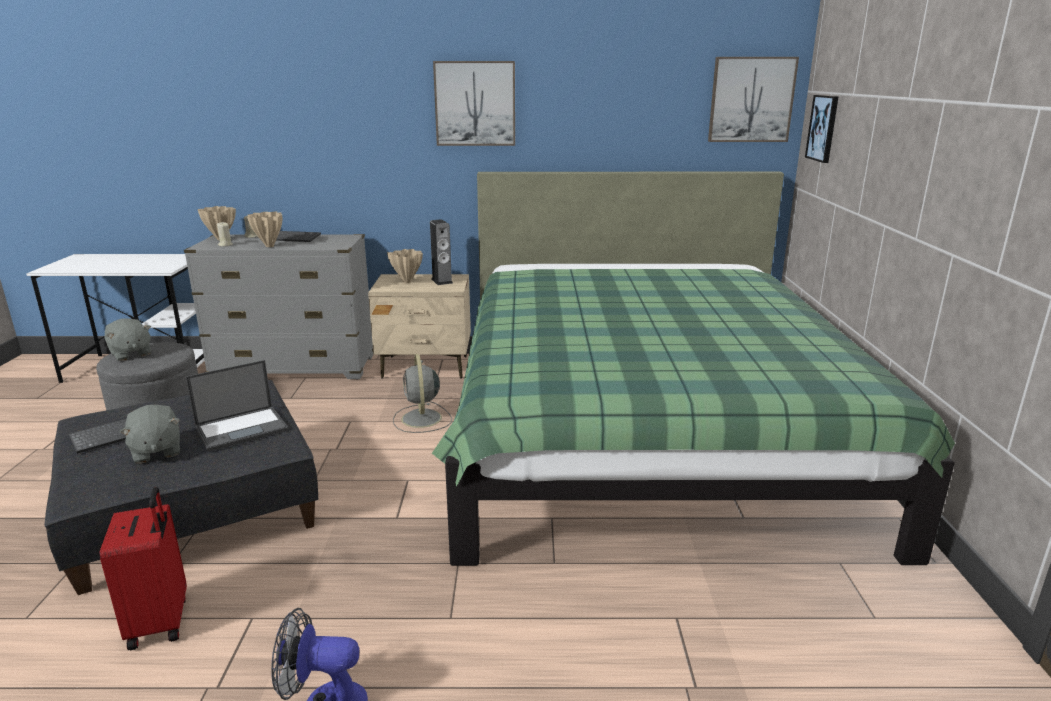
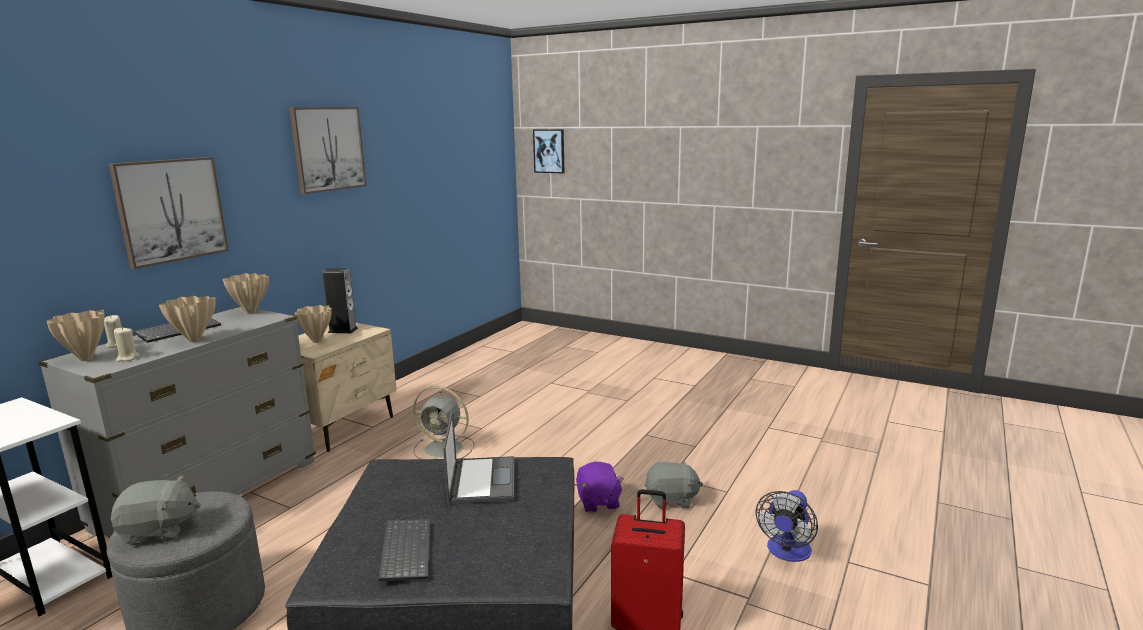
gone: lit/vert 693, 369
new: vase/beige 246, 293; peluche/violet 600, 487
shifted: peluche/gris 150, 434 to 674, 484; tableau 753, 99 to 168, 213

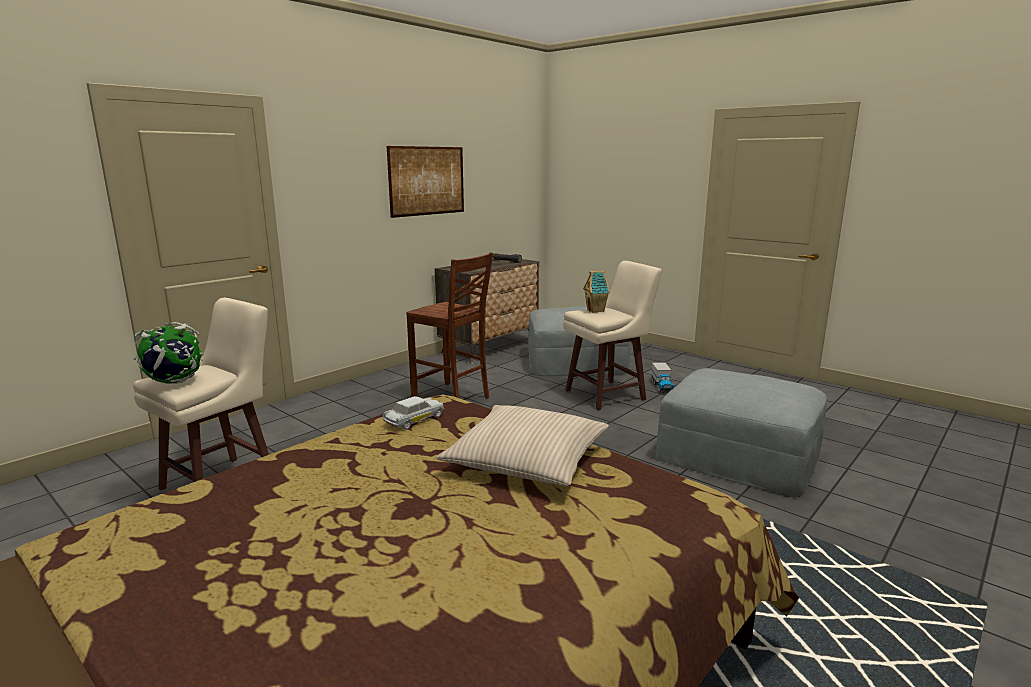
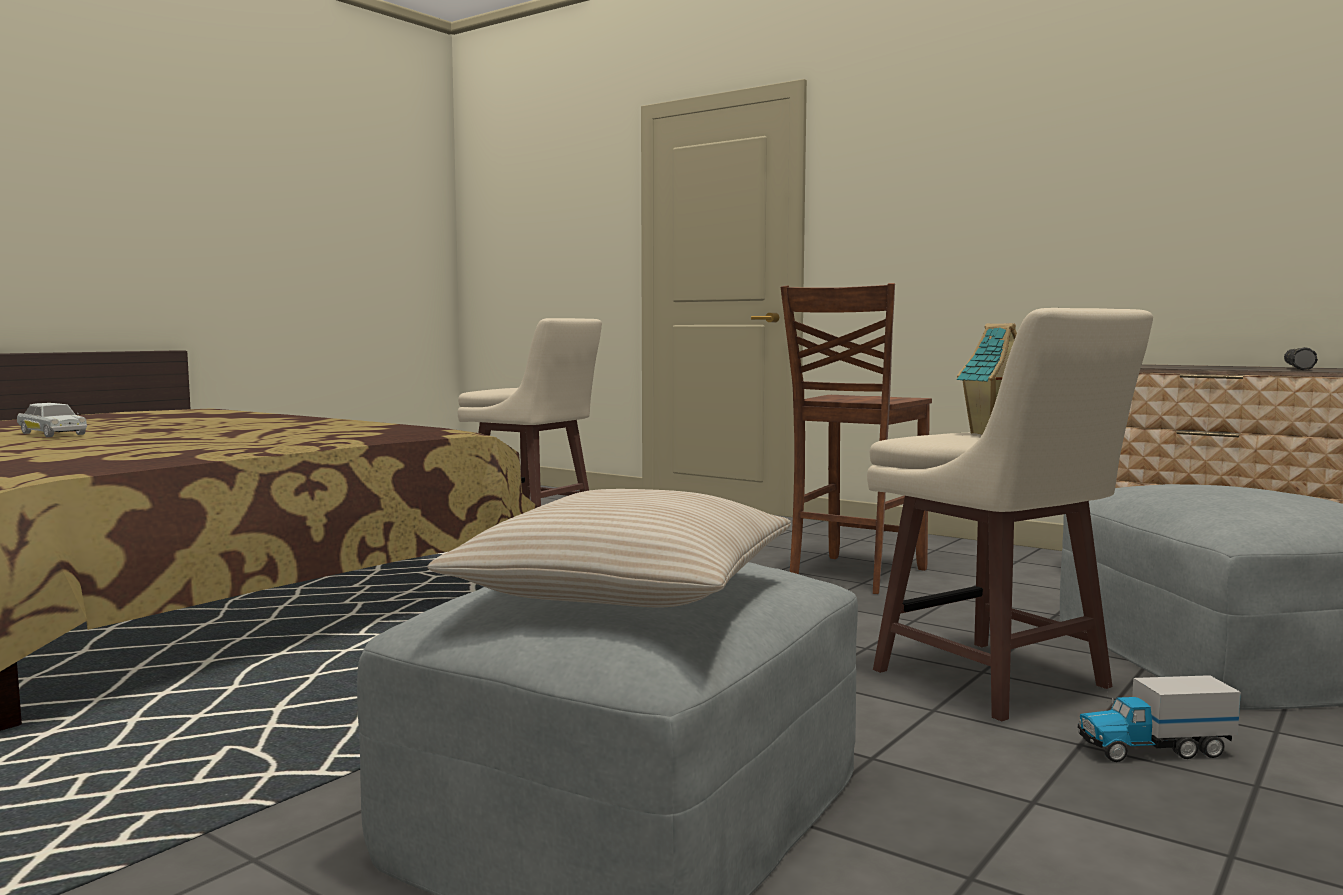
gone: globe 168, 353; tableau 425, 182
shifted: petite voiture/blanc 414, 413 to 52, 420; coussin/beige 522, 445 to 609, 548

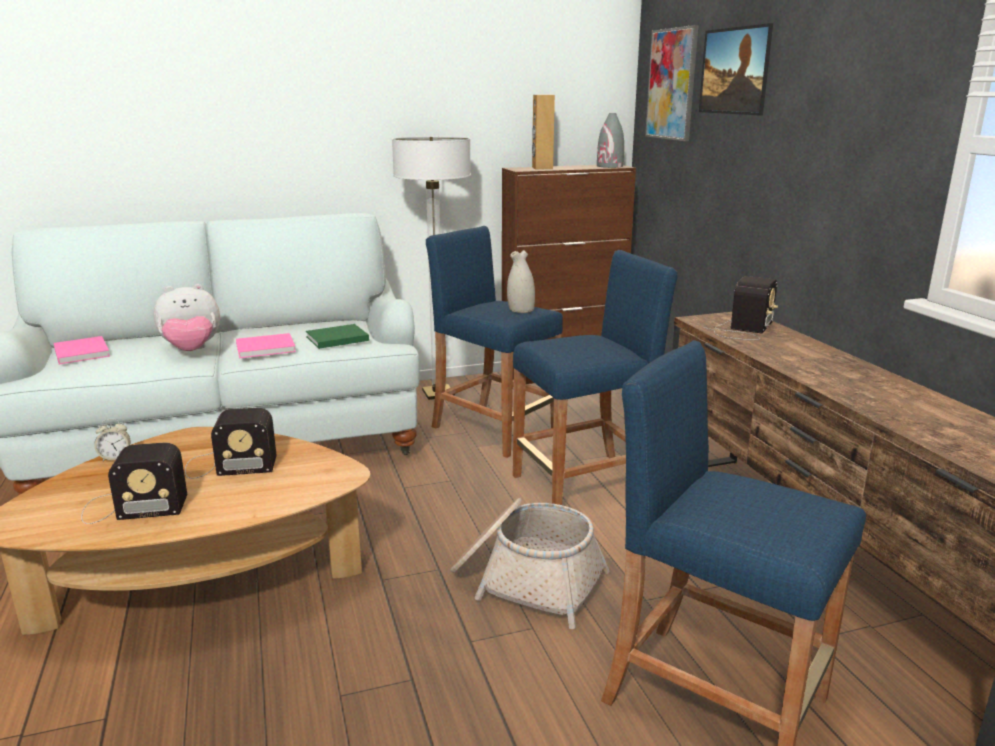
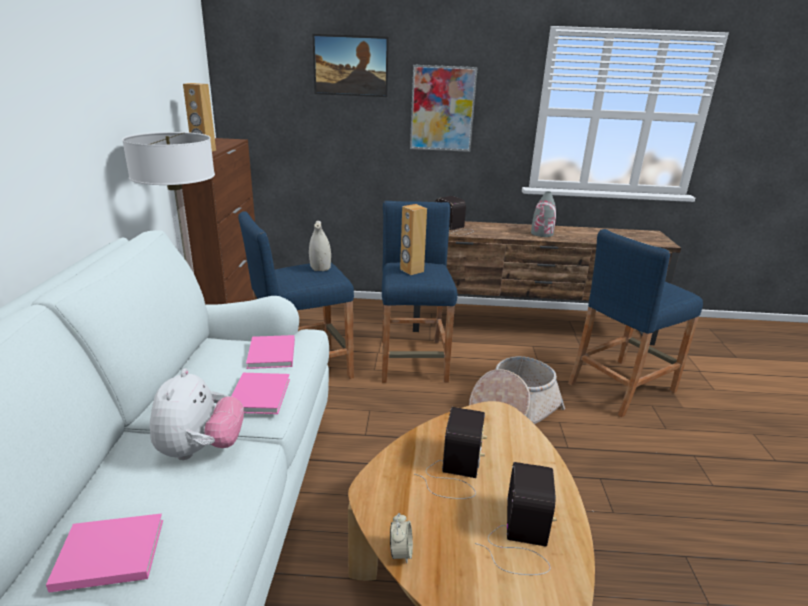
new: enceinte/marron 413, 239
shifted: vase/gris 610, 140 to 543, 214; tableau 672, 83 to 444, 108
repainted: livre/vert 337, 336 to livre/rose 270, 352

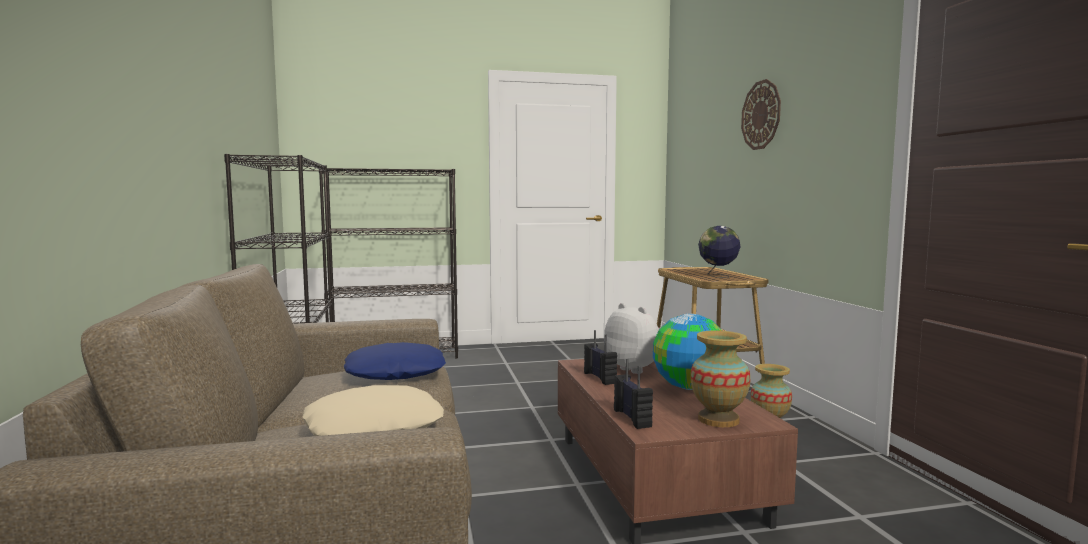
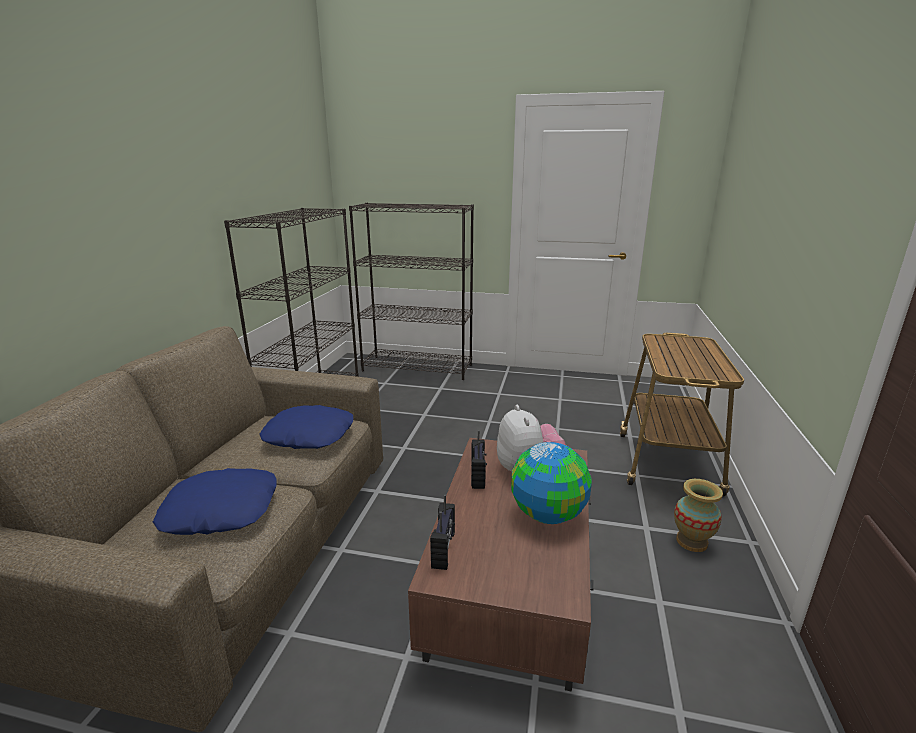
gone: vase 721, 378; globe 719, 252; horloge murale 761, 114
repainted: coussin/beige 373, 410 to coussin/bleu 215, 501

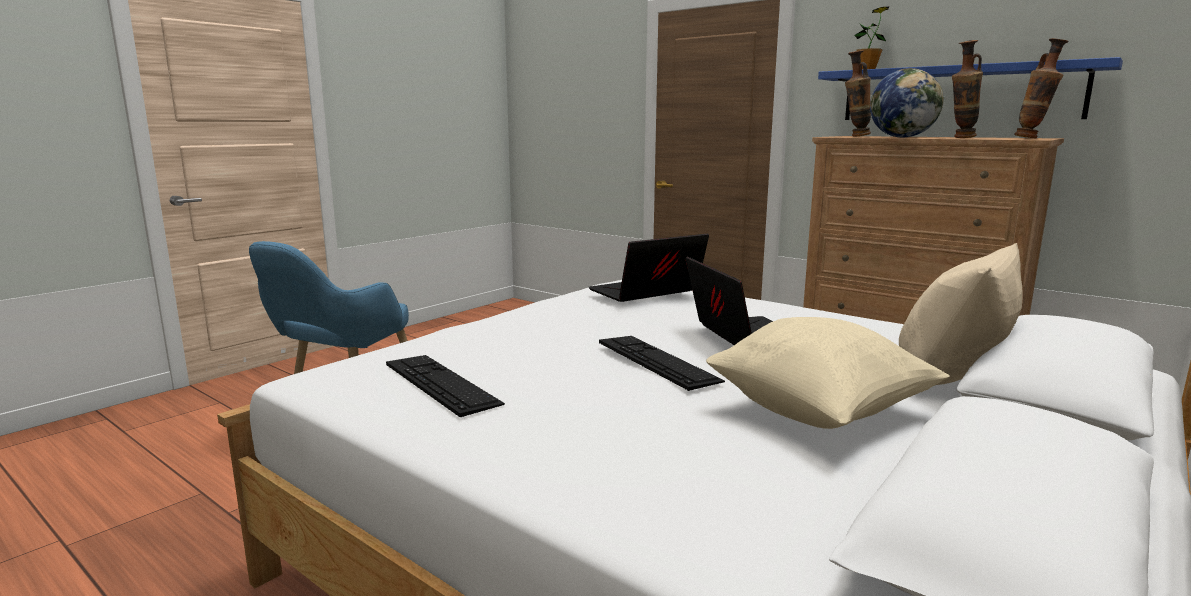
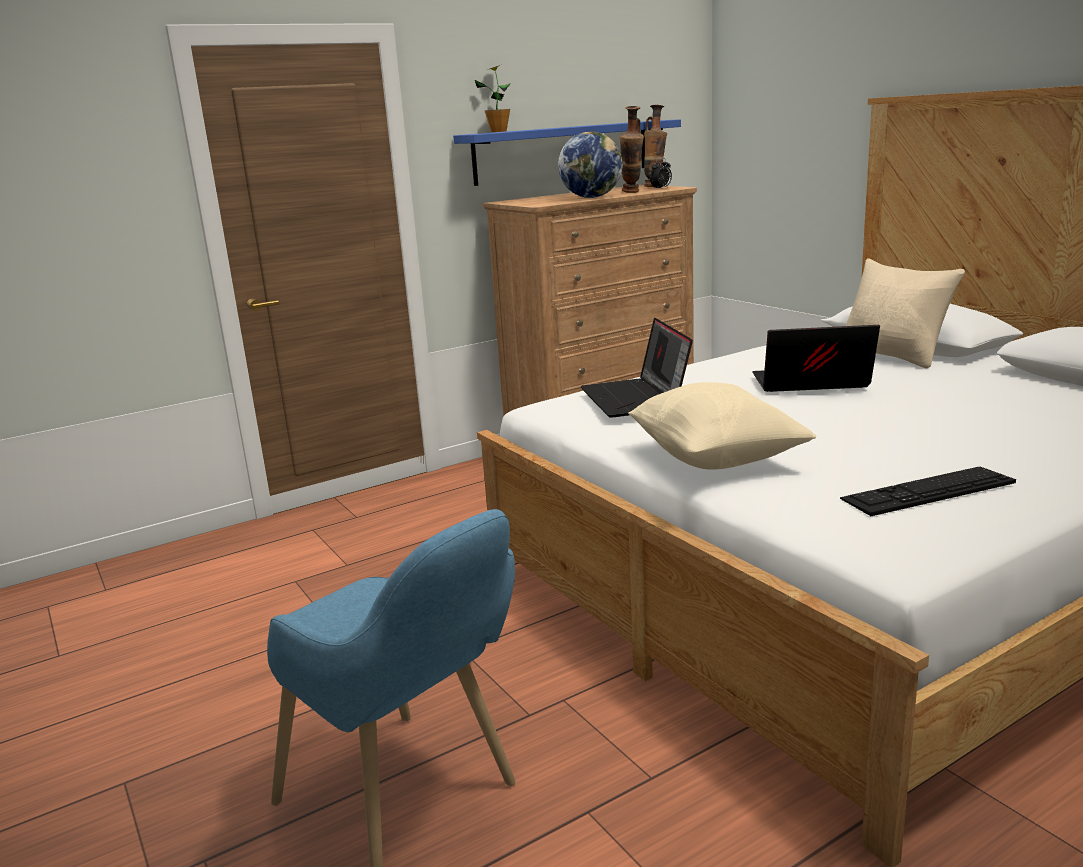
gone: clavier 662, 363; vase 858, 93
new: réveil 661, 173
shifted: coussin/beige 828, 373 to 722, 426

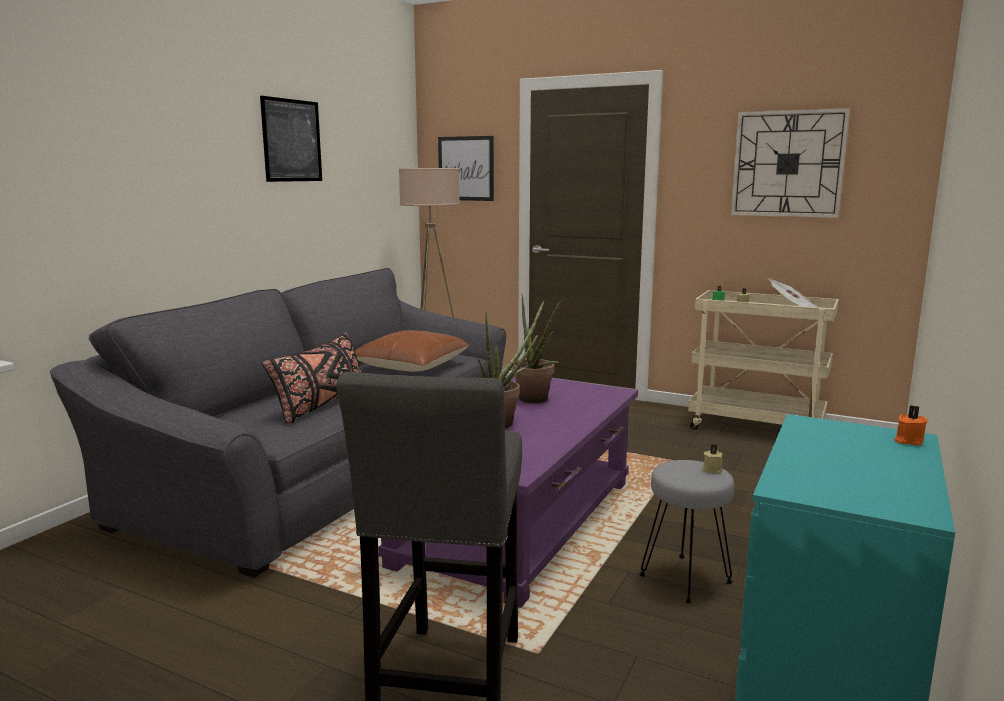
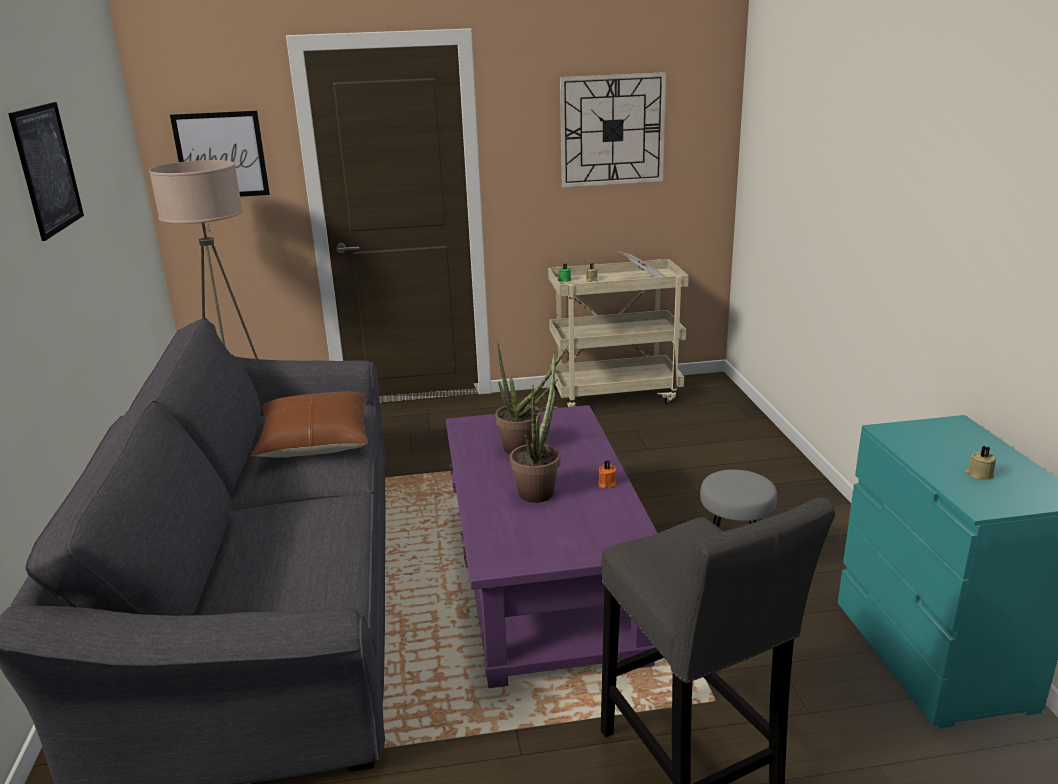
gone: coussin/noir 312, 378
shifted: bougie/beige 712, 459 to 981, 463; bougie/orange 911, 425 to 607, 474

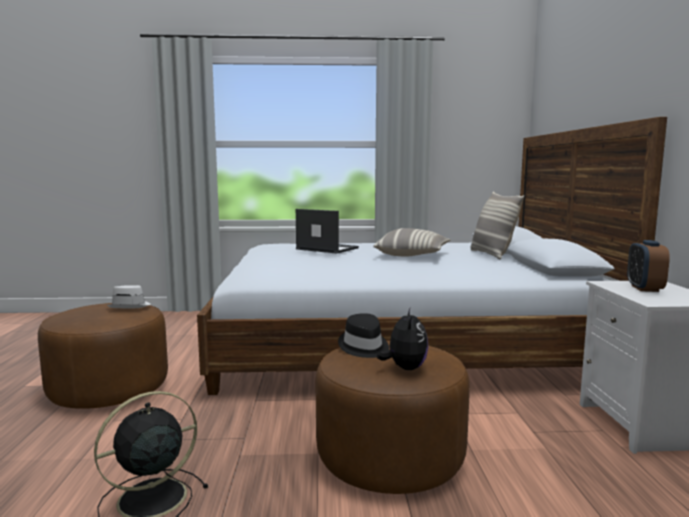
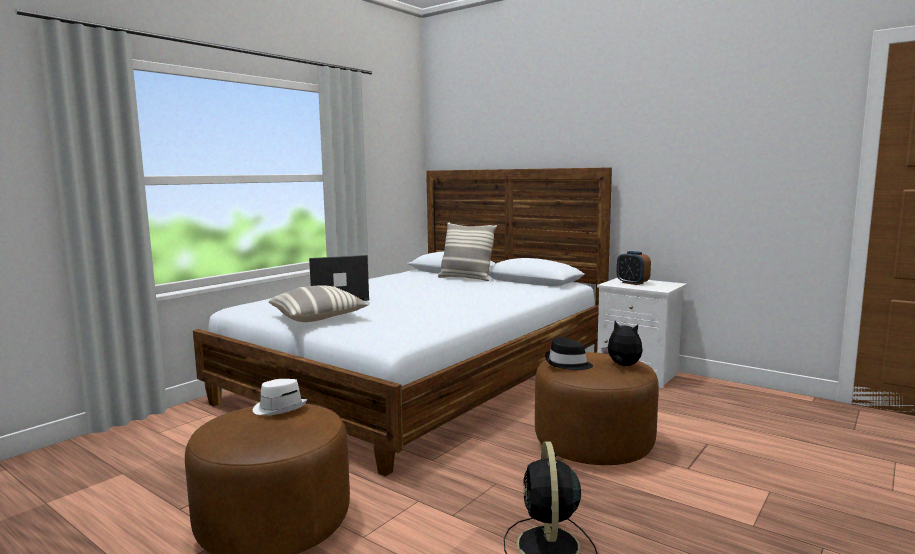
shifted: coussin 411, 242 to 319, 303

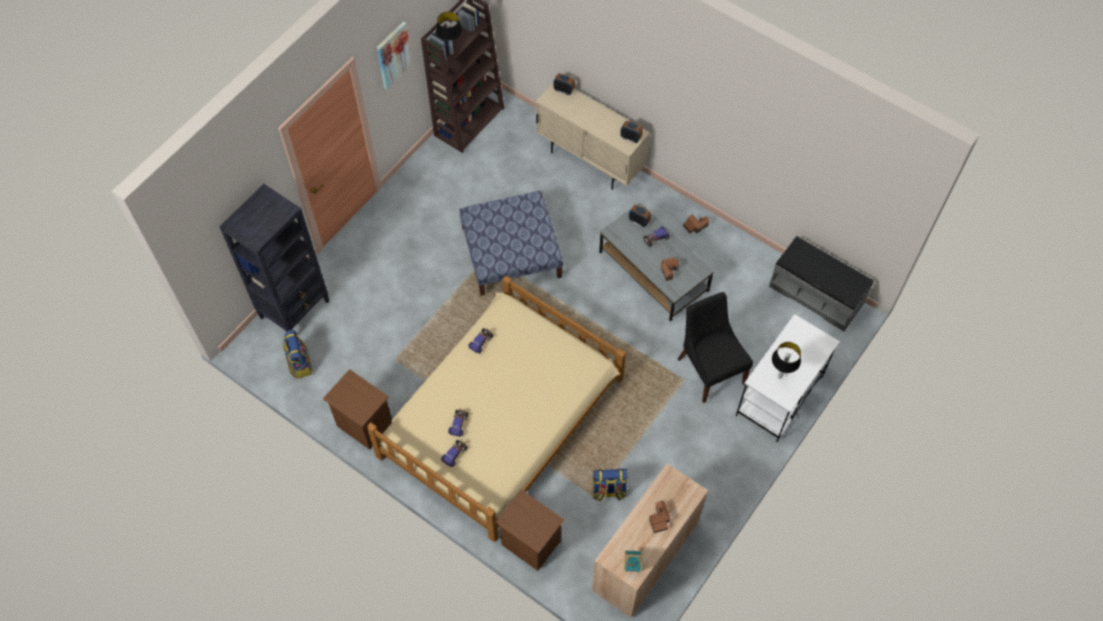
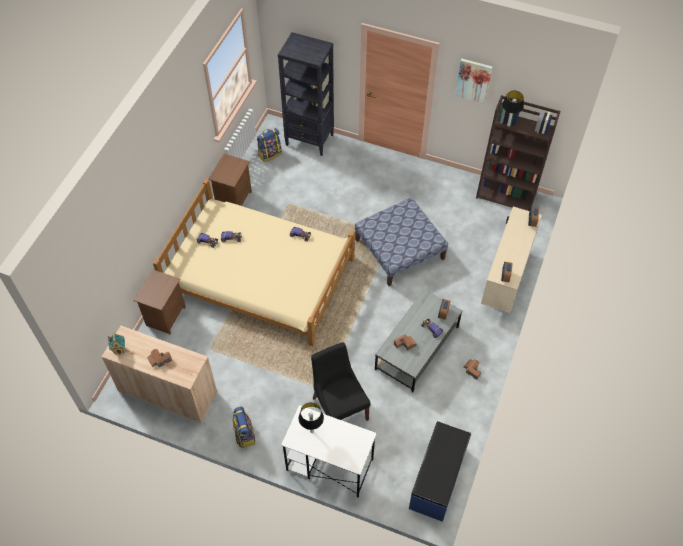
shifted: sac à dos 610, 485 to 244, 427
repainted: banc/gris 821, 284 to banc/bleu 440, 471
rotated: chaise/noir 715, 347 = 341, 381 75 degrees counterclockwise

